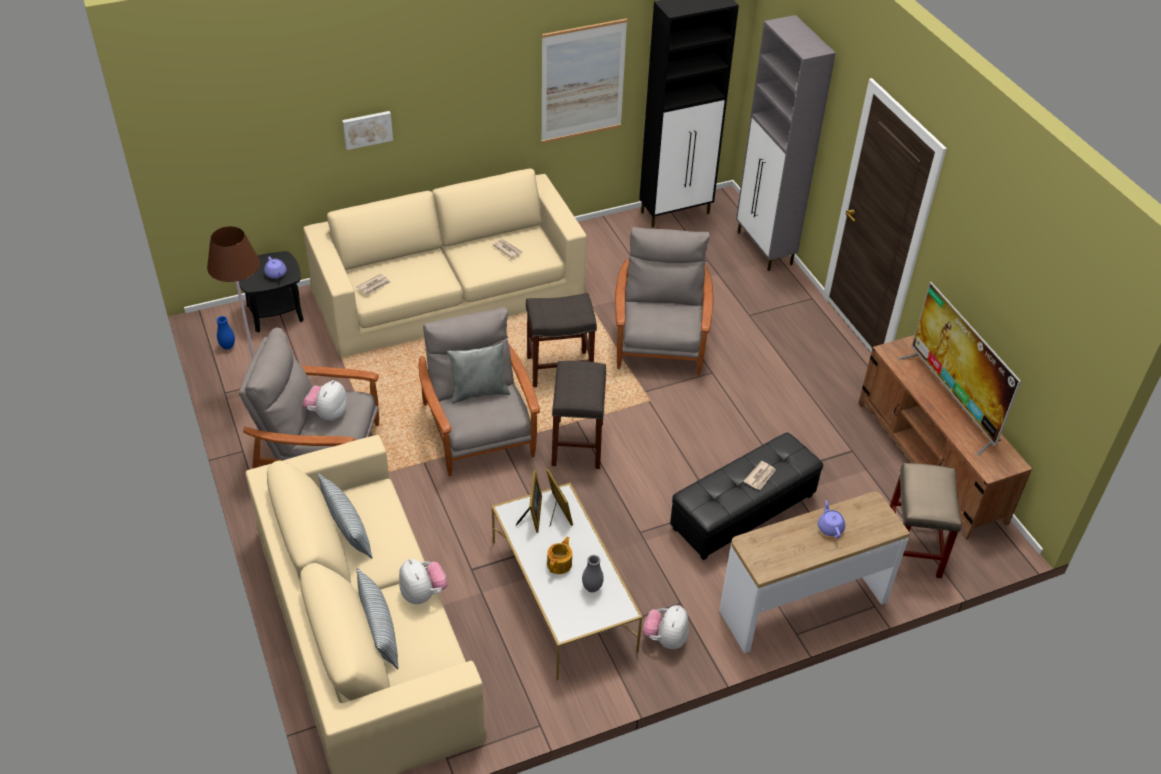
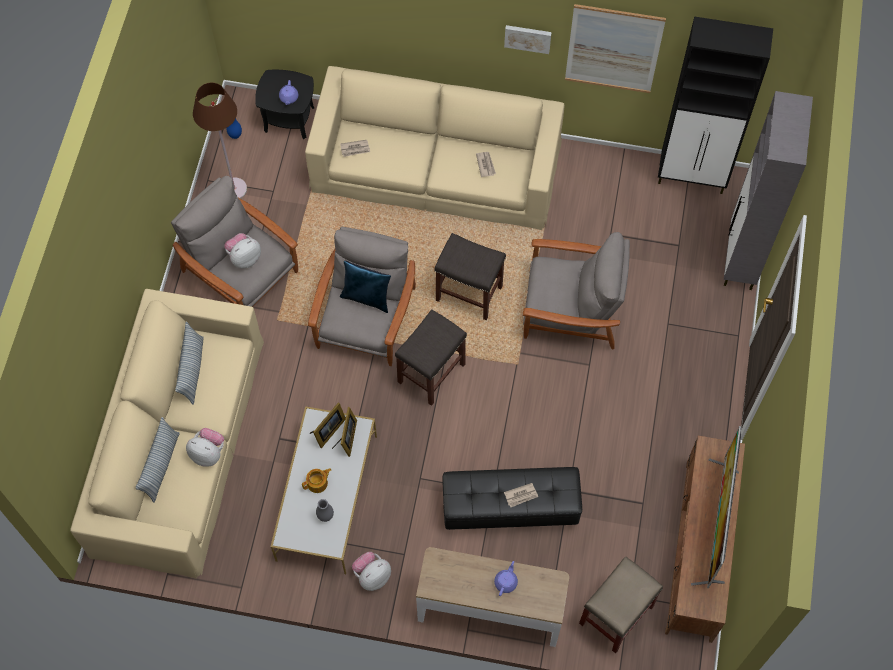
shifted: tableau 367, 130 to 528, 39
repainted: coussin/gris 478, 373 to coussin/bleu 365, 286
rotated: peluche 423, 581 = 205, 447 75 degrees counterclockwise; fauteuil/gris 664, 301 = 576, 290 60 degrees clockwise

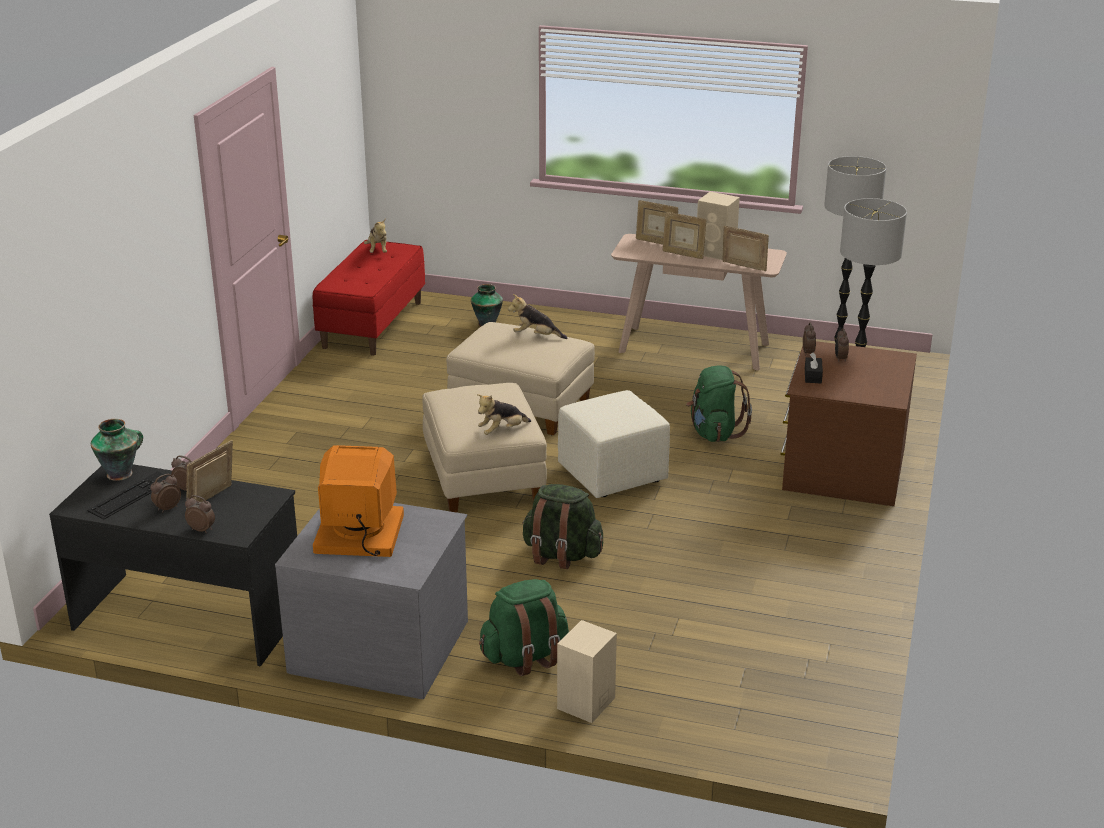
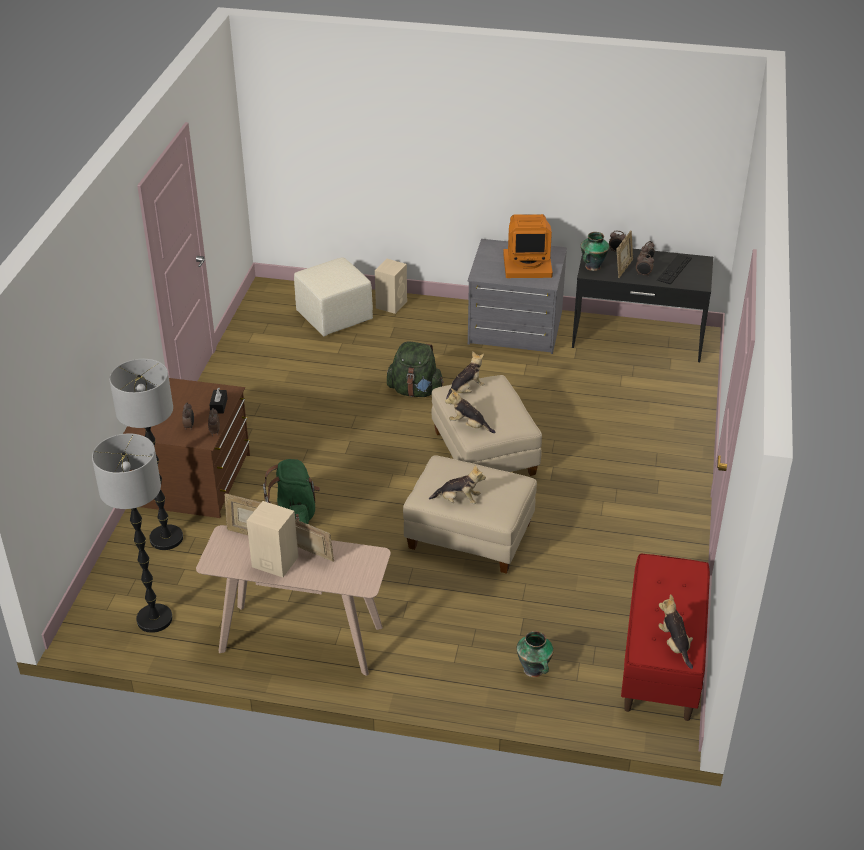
gone: sac à dos/vert 524, 627; cadre photo 657, 222
new: peluche 470, 410
shifted: vase 117, 450 to 595, 251; pouf/beige 614, 444 to 333, 297

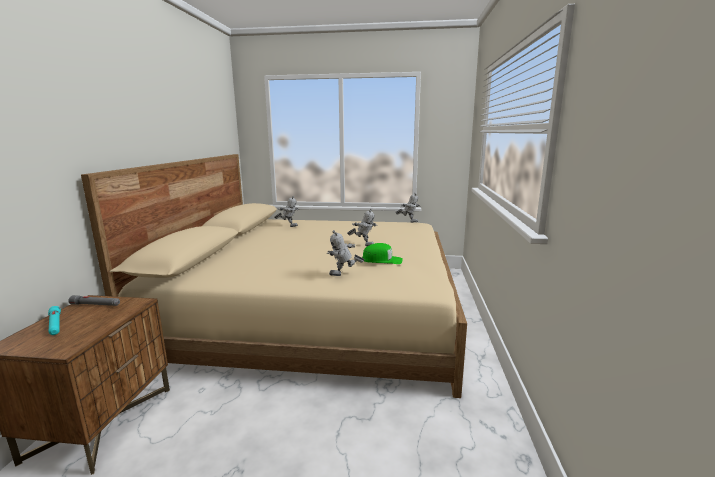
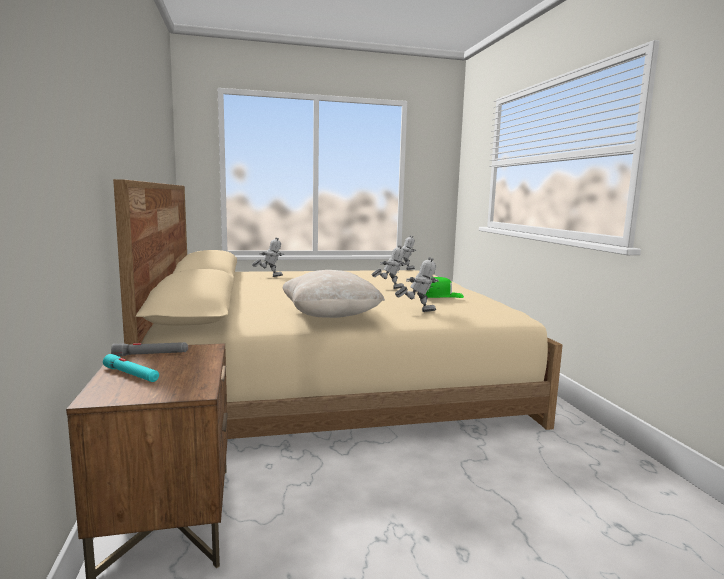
new: coussin/beige 334, 294
rotated: robot jouet 346, 253 = 417, 284 150 degrees counterclockwise

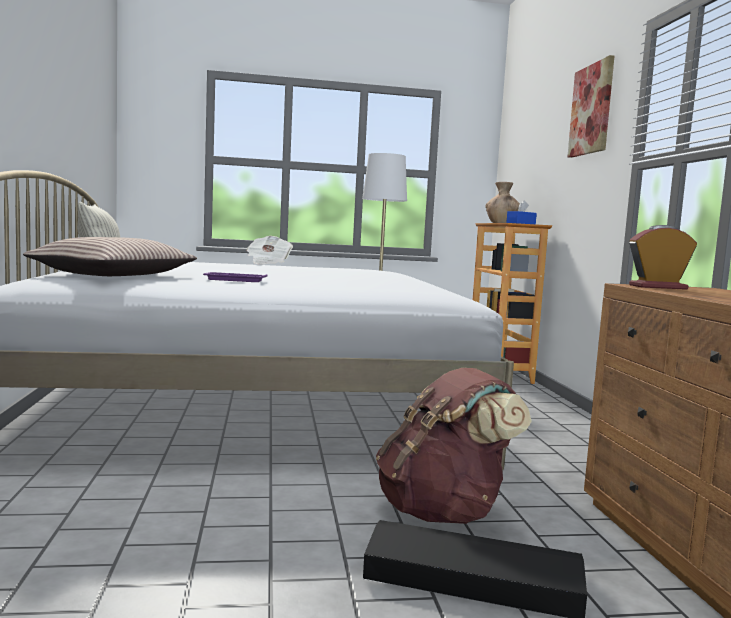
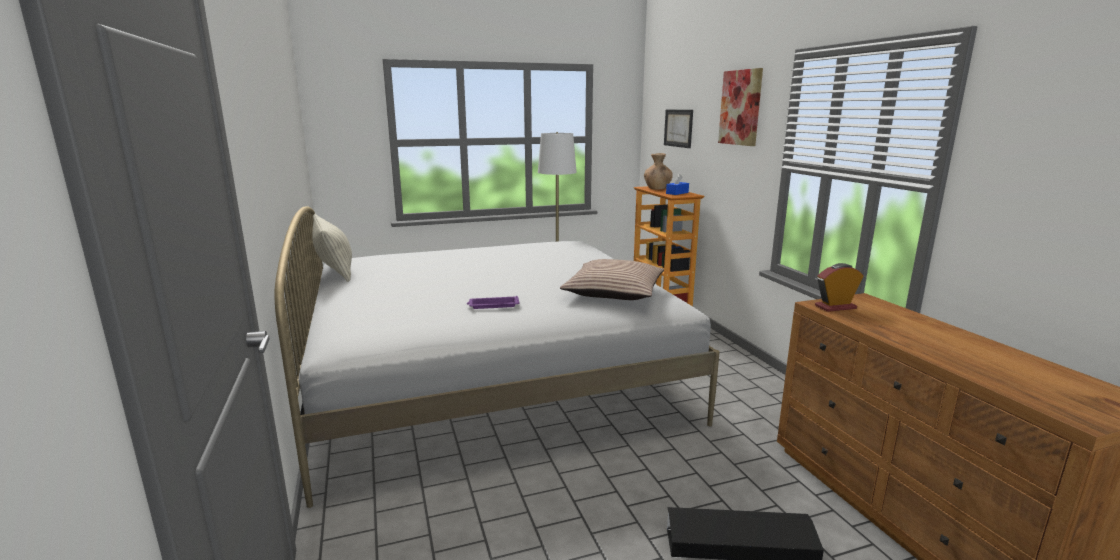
gone: journal 269, 250; sac à dos/marron 454, 446
new: tableau 678, 129
shifted: coussin 110, 256 to 612, 279

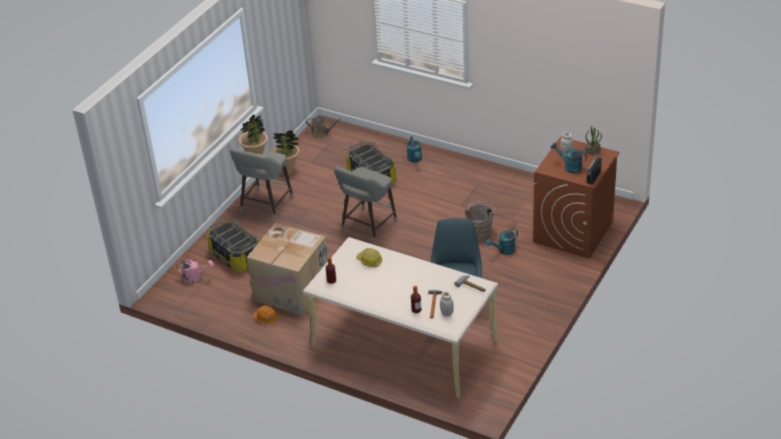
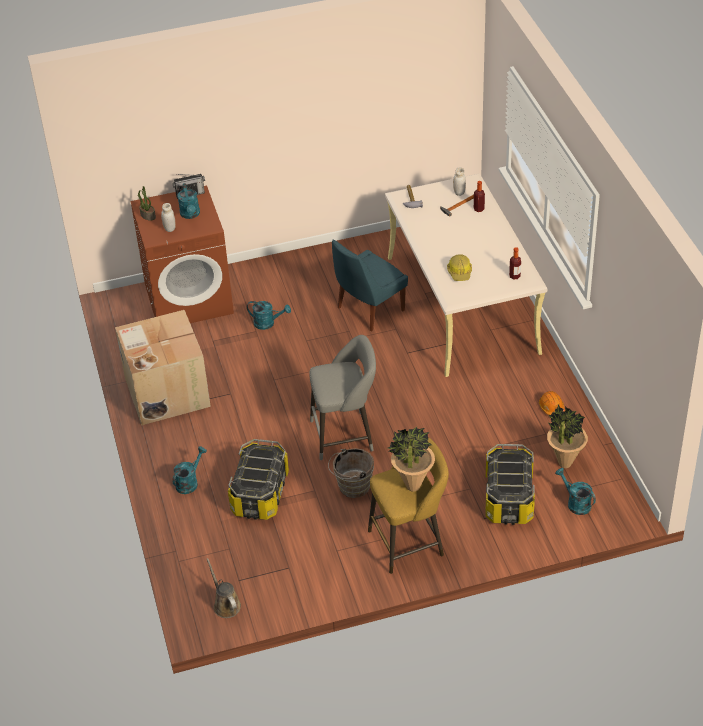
shifted: carton 287, 269 to 163, 367; plante en pot 285, 152 to 567, 436; seau/marron 480, 220 to 351, 473
repainted: arrosoir/rose 195, 271 to arrosoir/turquoise 575, 491; tabouret/gris 262, 184 to tabouret/jaune 408, 505

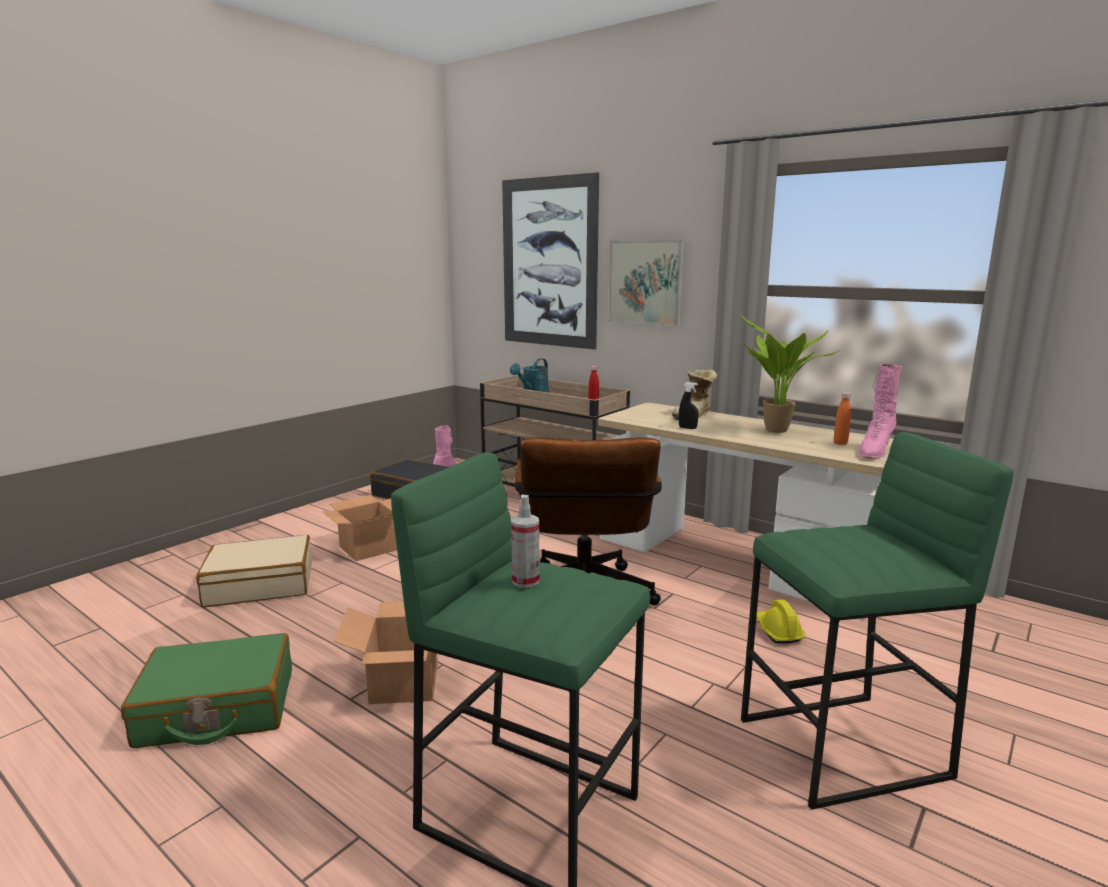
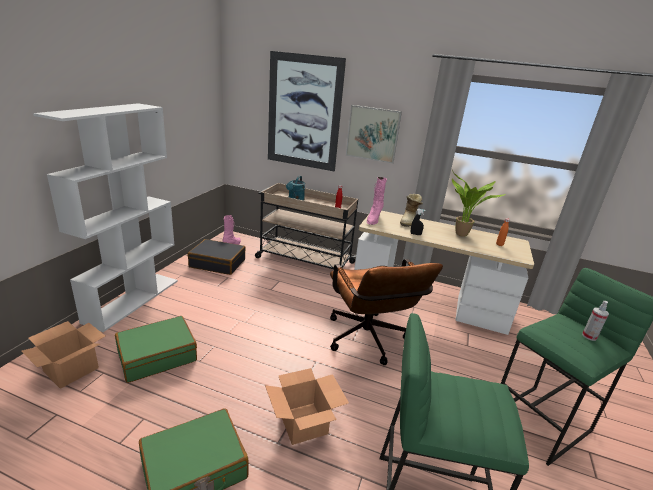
gone: casque de chantier/jaune 781, 621
new: bibliothèque/blanc 105, 217
shifted: carton 359, 528 to 63, 355; vaporisateur 525, 541 to 595, 321; botte/rose 880, 411 to 377, 201
repainted: valise/beige 254, 571 to valise/vert 156, 349

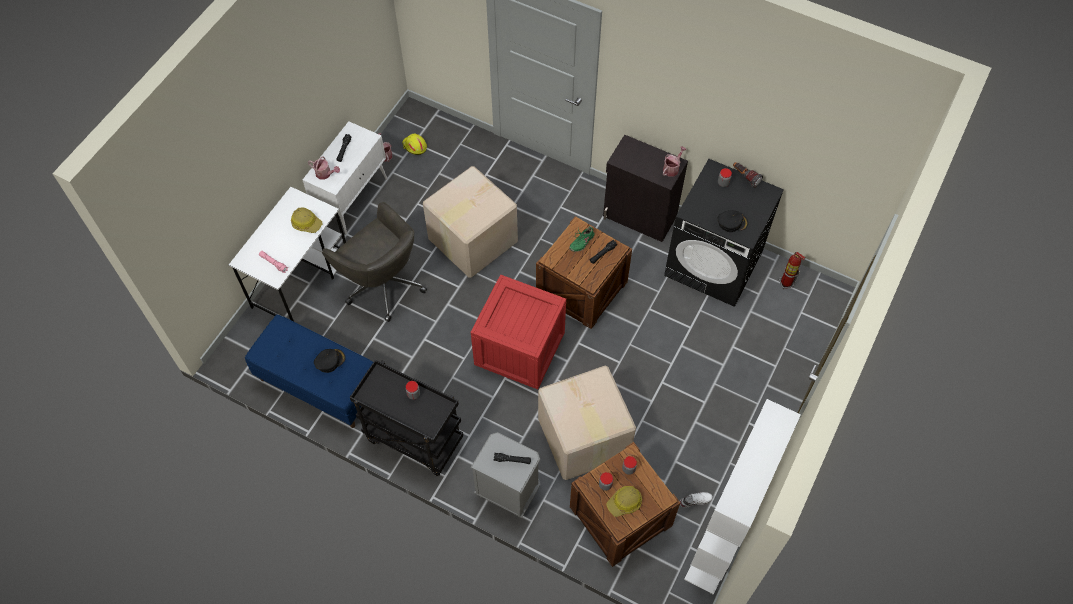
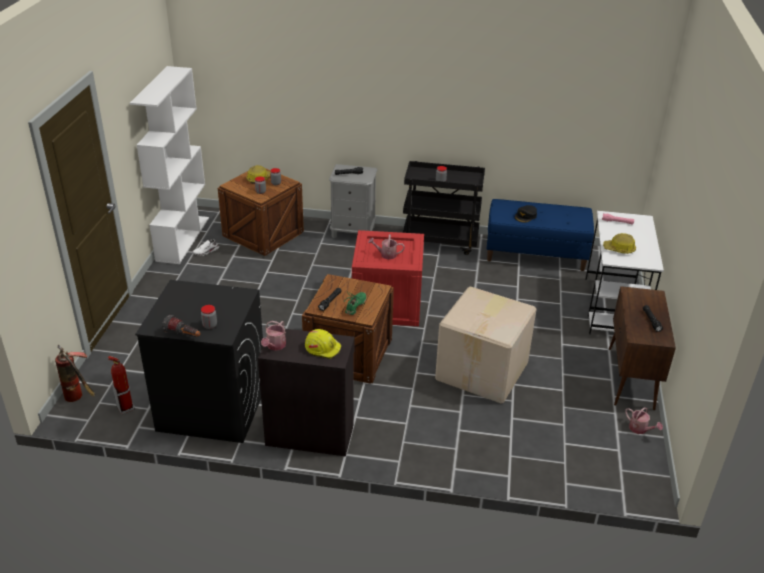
gone: chaise de bureau/gris 374, 262; carton 587, 423; casquette/noir 733, 221
new: extincteur 75, 373
shifted: arrosoir 324, 168 to 386, 246; casque de chantier/jaune 414, 144 to 323, 344
repainted: meuble de rangement/blanc 345, 177 to meuble de rangement/marron 642, 348

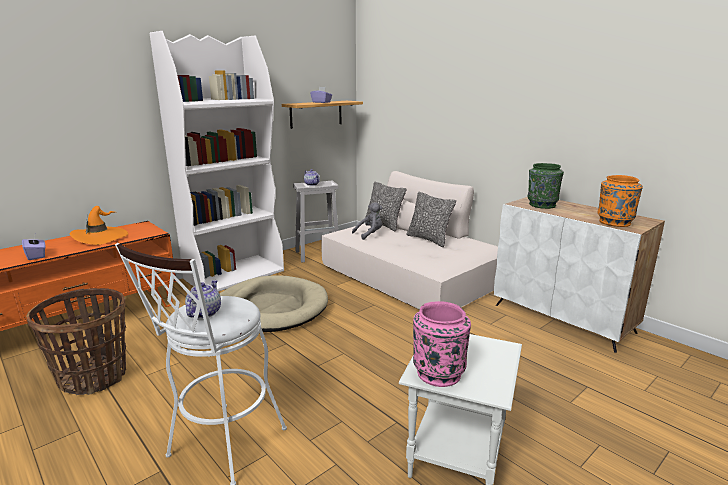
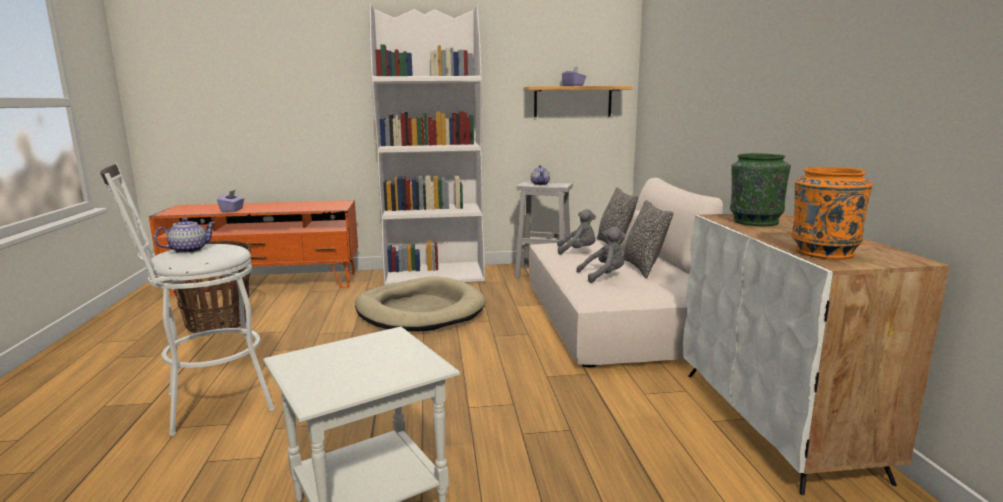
gone: chapeau/orange 99, 225; vase/rose 442, 344
new: peluche/gris 601, 255

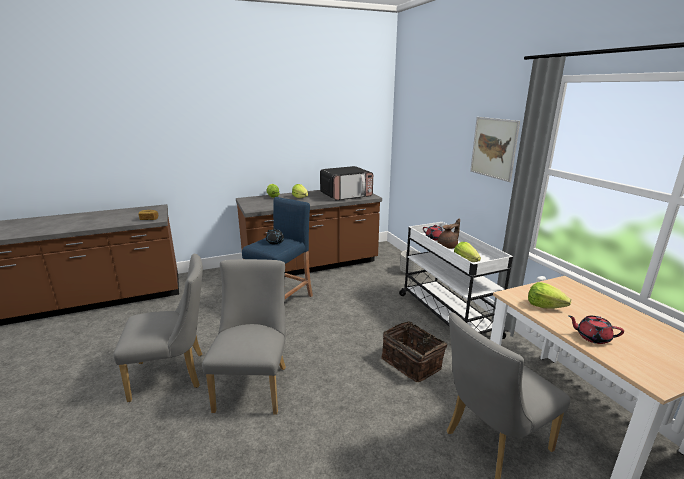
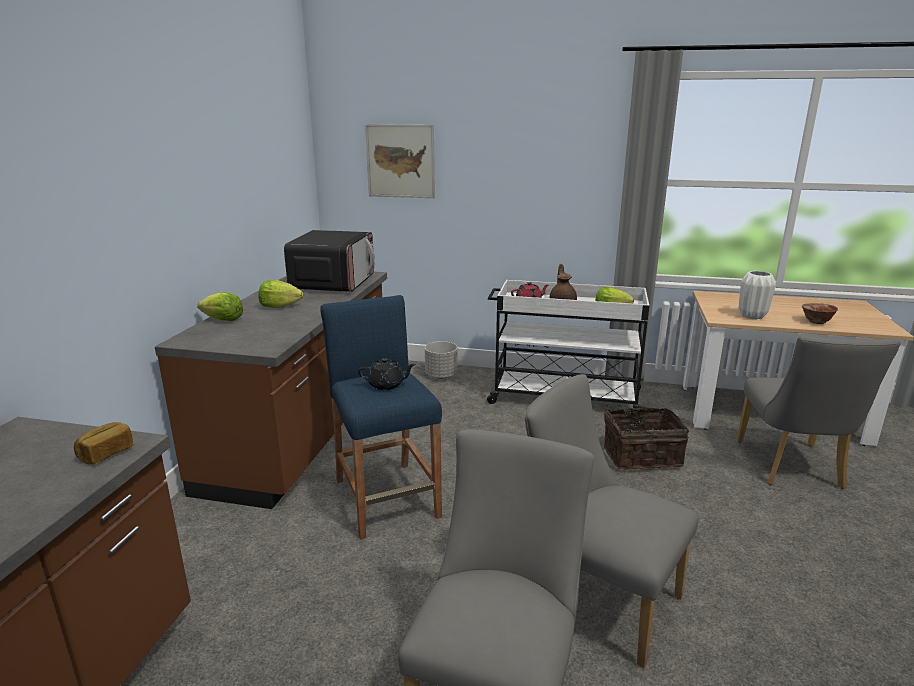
shifted: tableau 495, 149 to 400, 161
swapped: laitue 549, 295 to vase/blanc 757, 295; théière/rouge 596, 329 to bol 820, 313

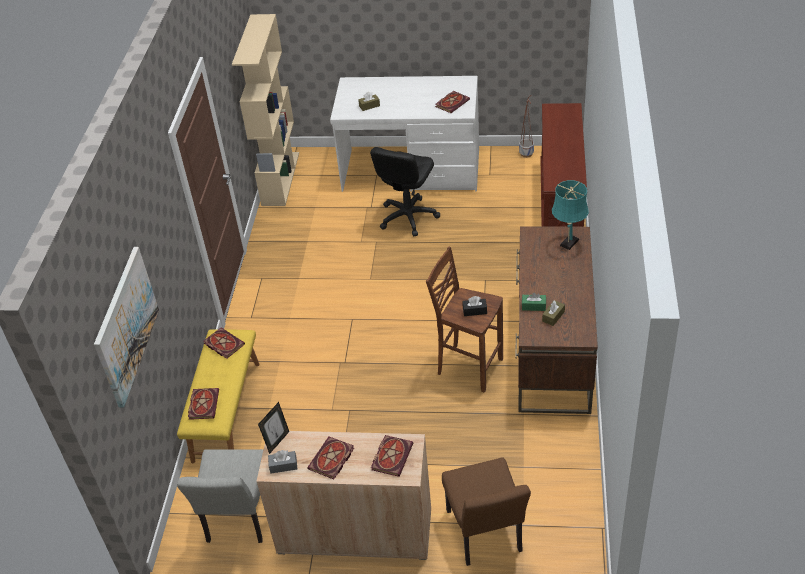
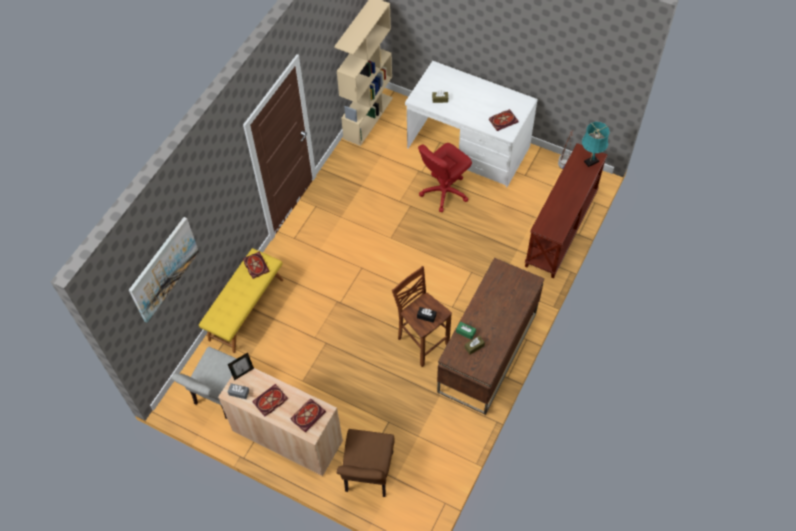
gone: livre 203, 404
shifted: lampe de table/turquoise 570, 215 to 595, 144
repainted: chaise de bureau/noir 405, 191 to chaise de bureau/rouge 445, 177

